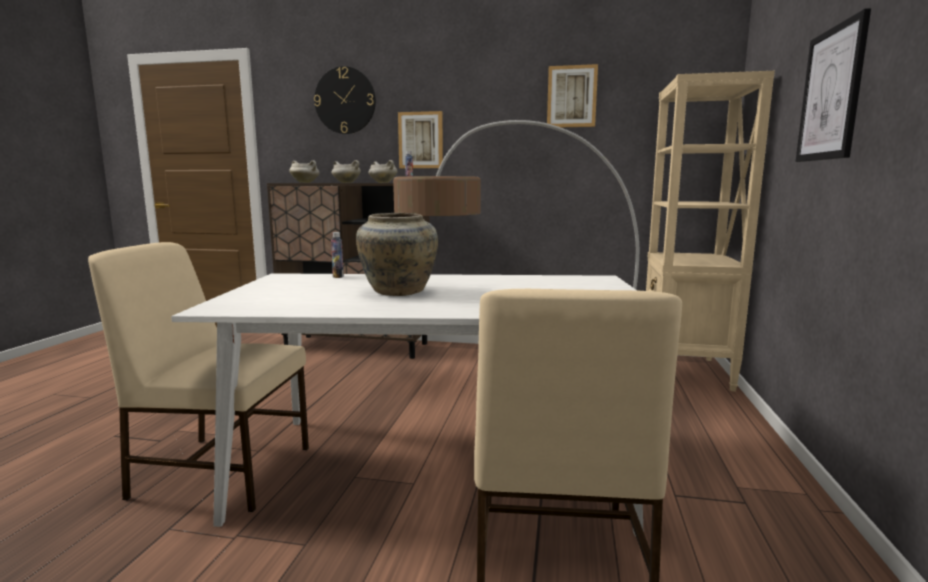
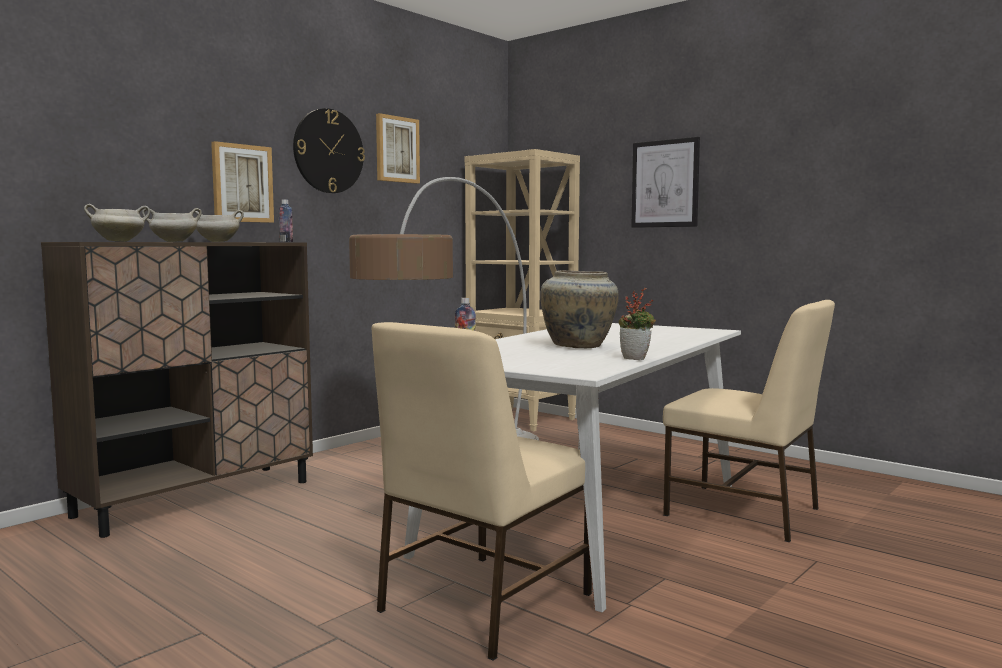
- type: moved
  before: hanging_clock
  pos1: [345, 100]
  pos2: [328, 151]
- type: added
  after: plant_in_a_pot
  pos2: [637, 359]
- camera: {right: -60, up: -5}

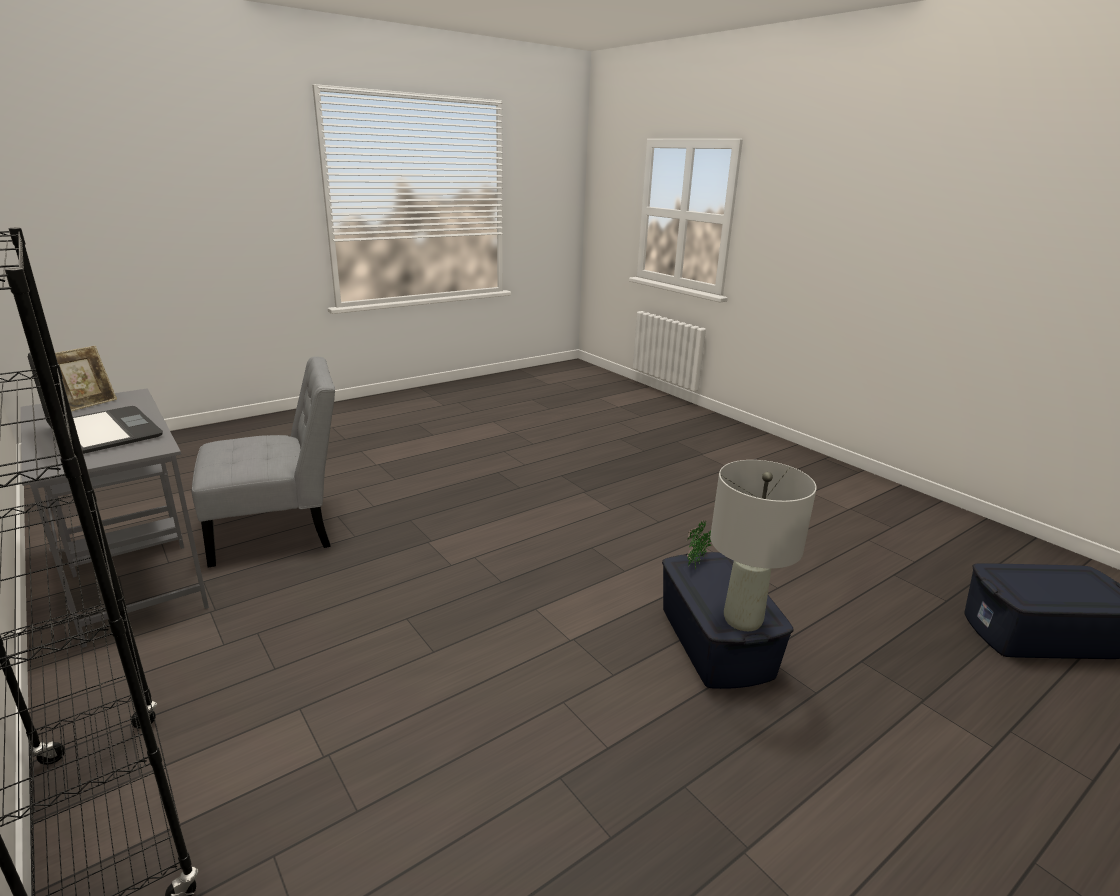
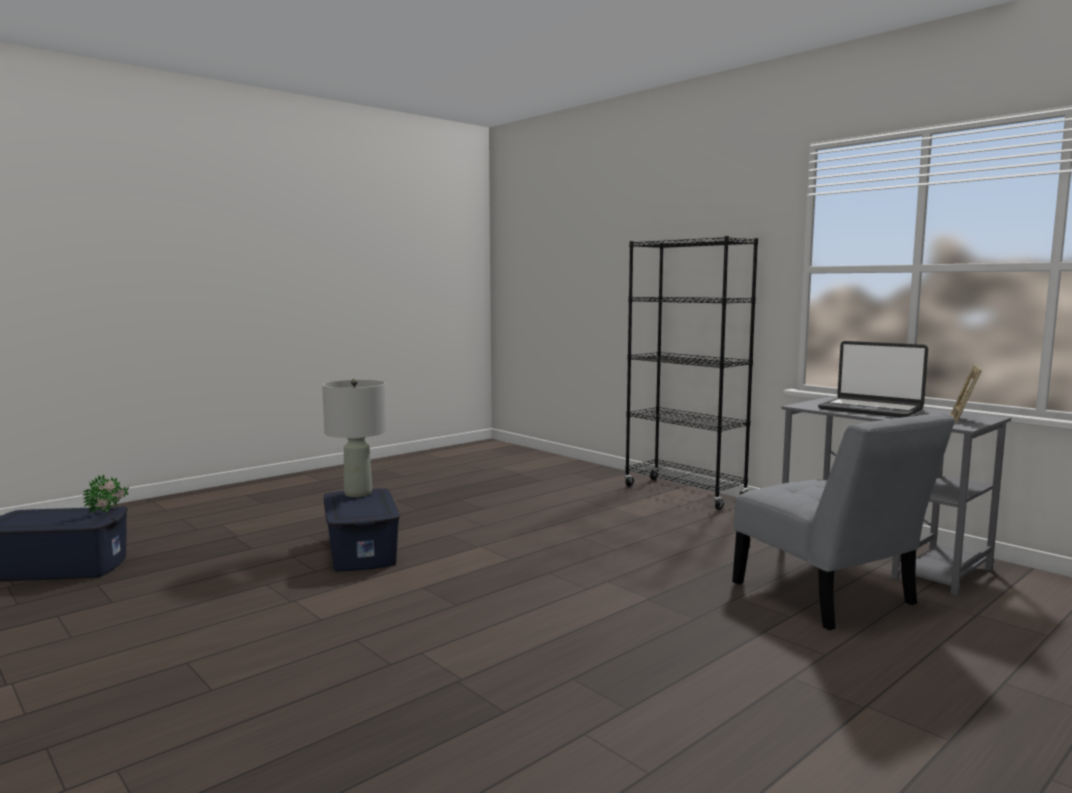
- type: turned
  before: gray_chair
  pos1: [280, 530]
  pos2: [829, 597]
  turn: -90
- type: moved
  before: plant_in_a_pot
  pos1: [694, 564]
  pos2: [109, 511]
- camera: {right: 175, up: -15}

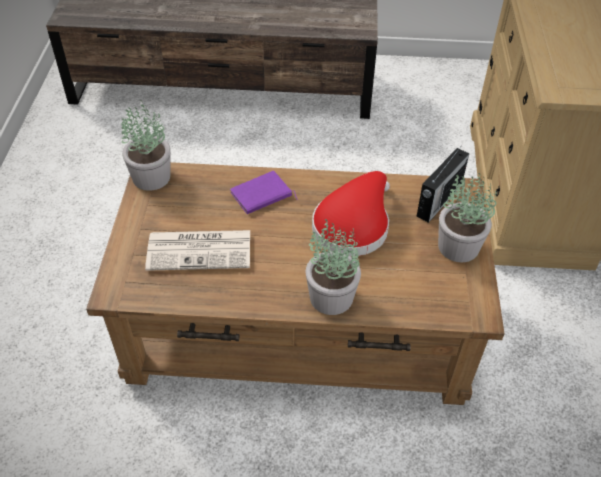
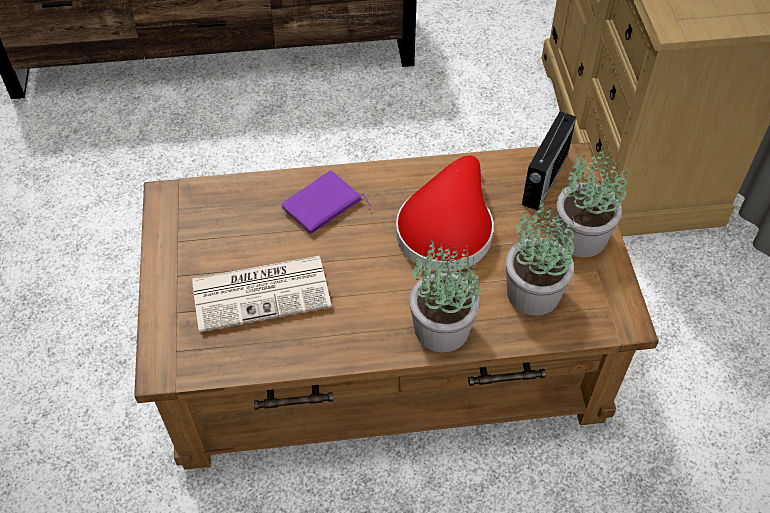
- type: moved
  before: plant_in_a_pot
  pos1: [150, 177]
  pos2: [532, 292]
- camera: {right: -10, up: 5}

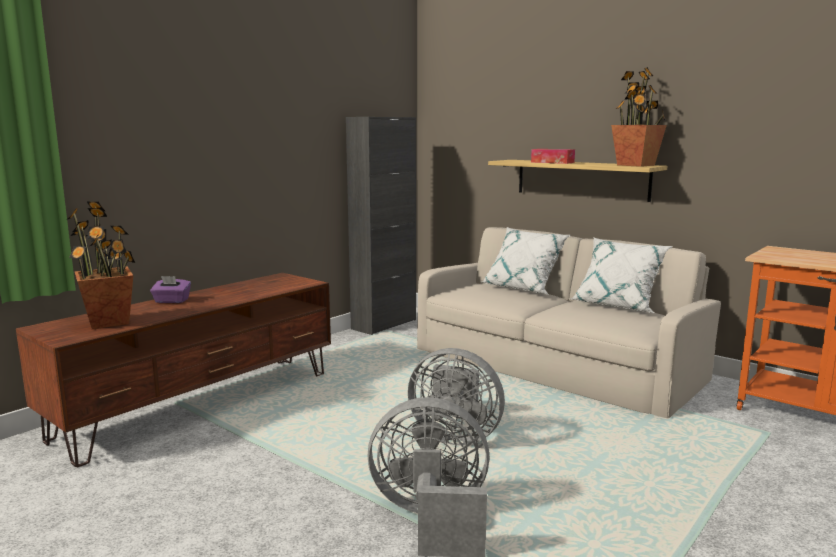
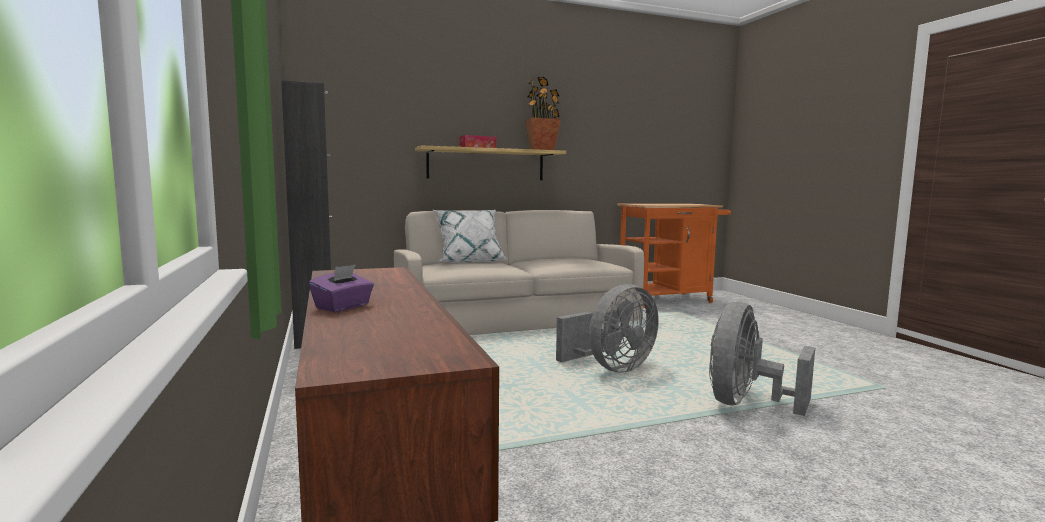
- type: removed
  before: plant_in_a_pot
  pos1: [109, 322]
- type: removed
  before: white-coloured_throw_pillow
  pos1: [618, 305]
- camera: {right: -60, up: -5}

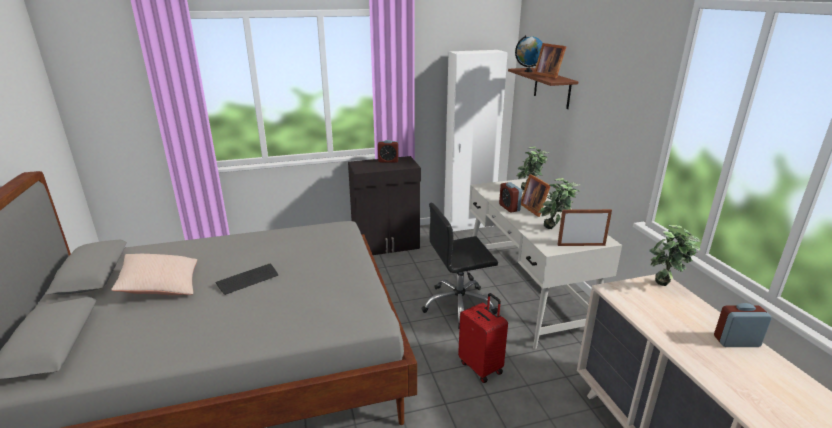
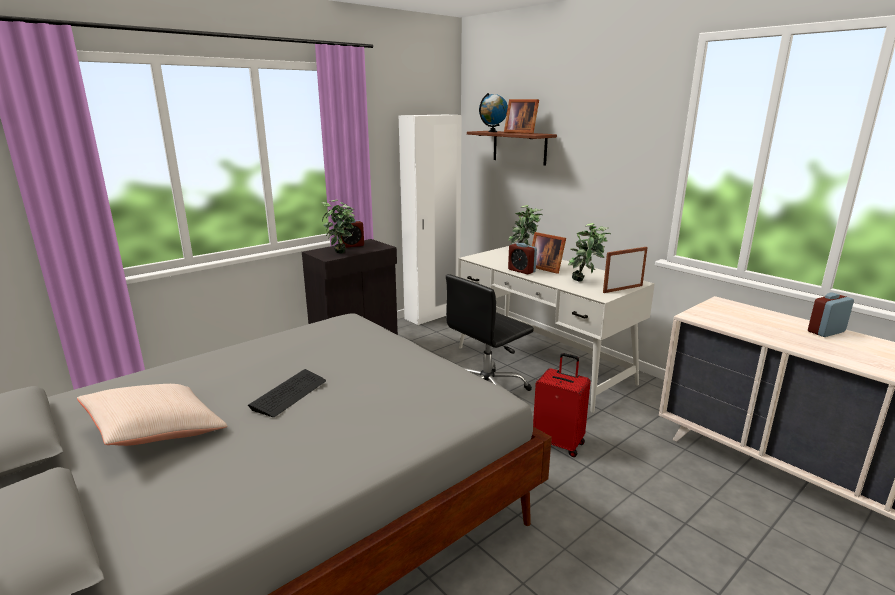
- type: moved
  before: plant_in_a_pot
  pos1: [665, 288]
  pos2: [341, 254]
- camera: {right: -25, up: -5}

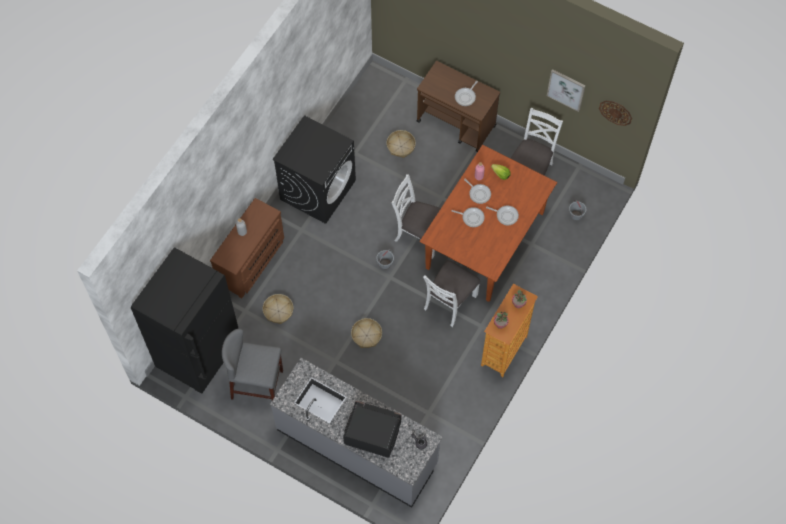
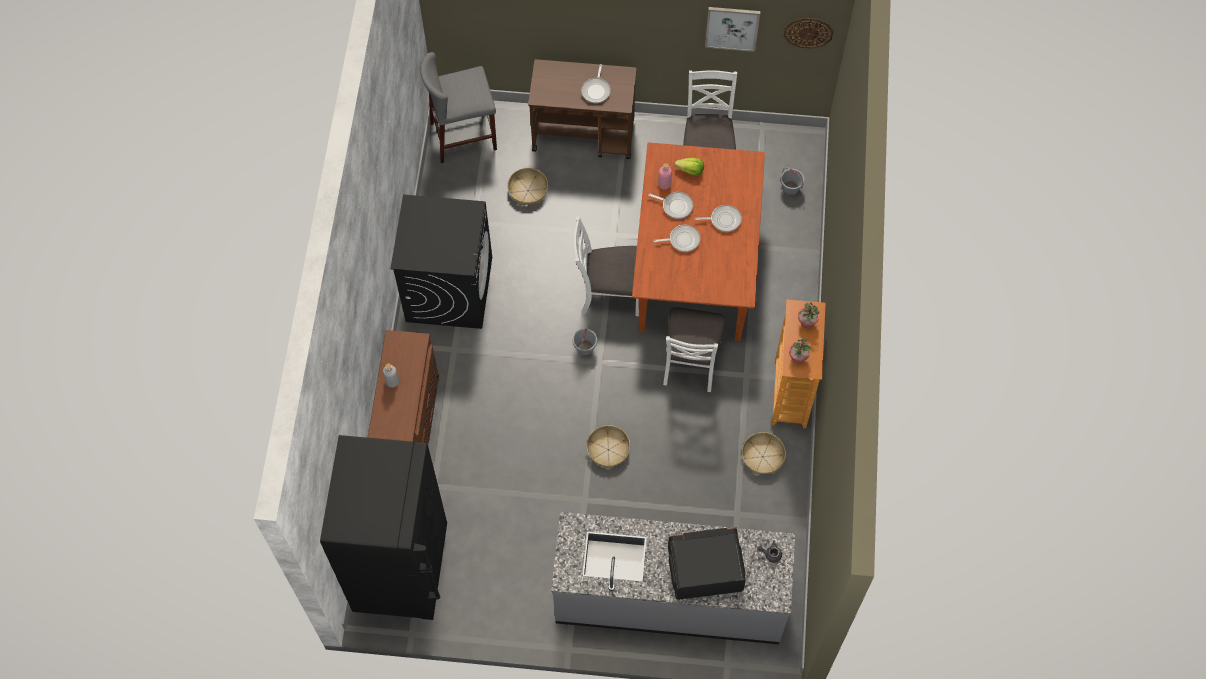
- type: moved
  before: storage_basket
  pos1: [278, 311]
  pos2: [762, 456]
- type: moved
  before: gray_sitting_stool
  pos1: [257, 384]
  pos2: [463, 136]
- camera: {right: -25, up: 0}

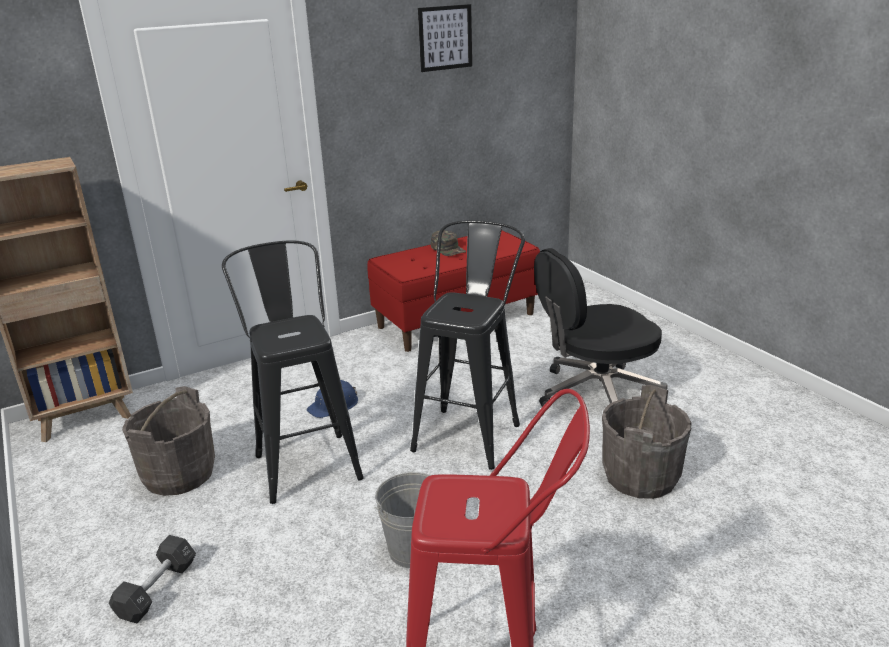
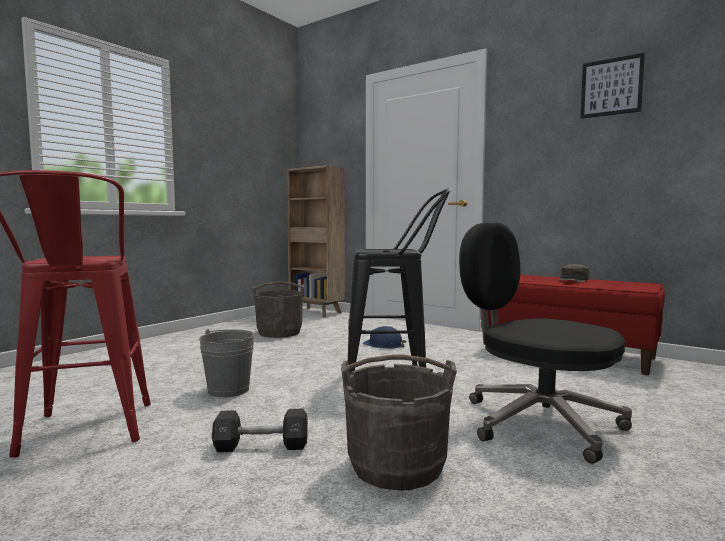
- type: removed
  before: black_sitting_stool
  pos1: [306, 460]
- type: moved
  before: black_hand_weight
  pos1: [157, 590]
  pos2: [261, 446]
- camera: {right: 65, up: -20}

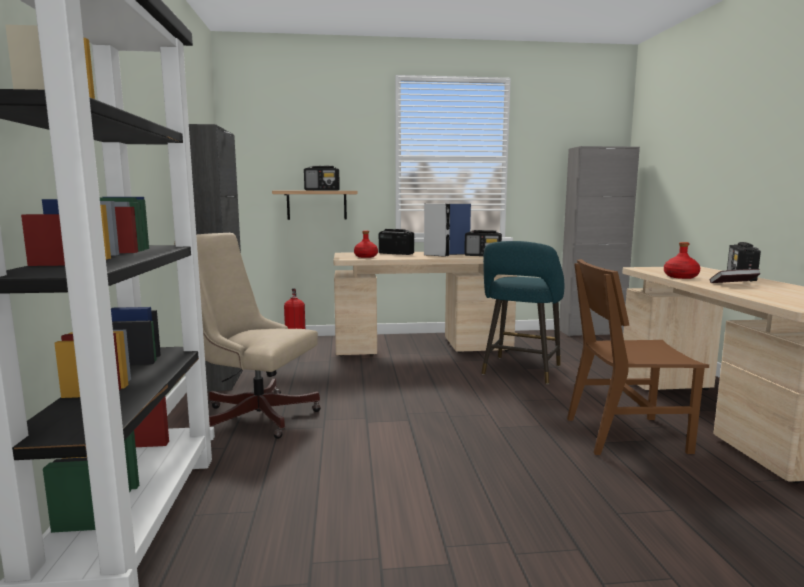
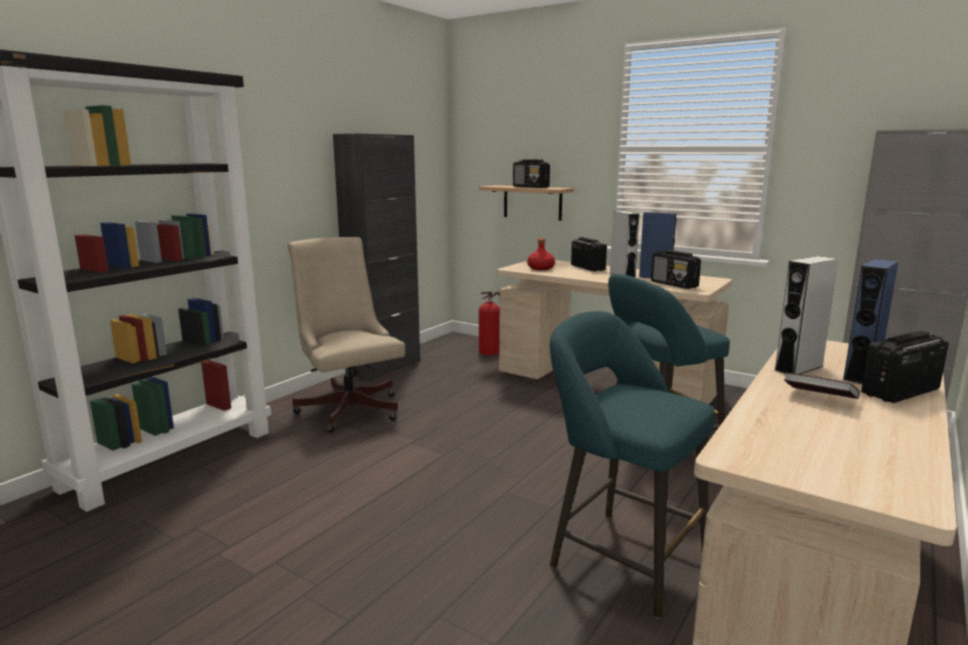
- type: replaced
  before: red_beverage_bottle
  after: gray_loudspeaker
  pos1: [681, 277]
  pos2: [798, 368]
- type: replaced
  before: brown_chair
  after: blue-green_sitting_stool
  pos1: [625, 435]
  pos2: [621, 557]
- type: added
  after: blue-coloured_loudspeaker
  pos2: [861, 375]
- camera: {right: 40, up: 5}

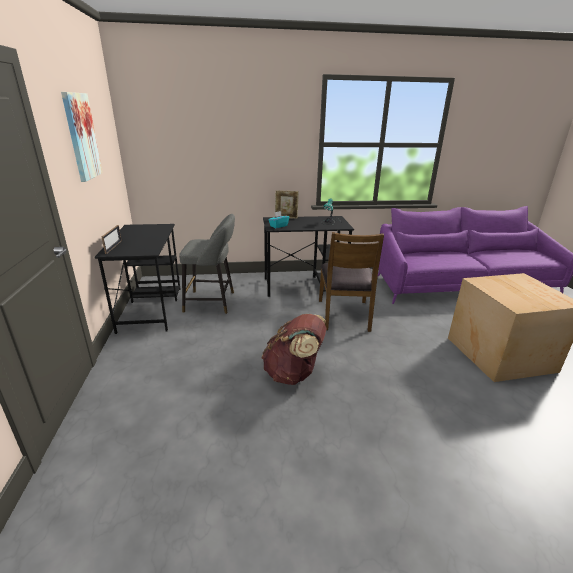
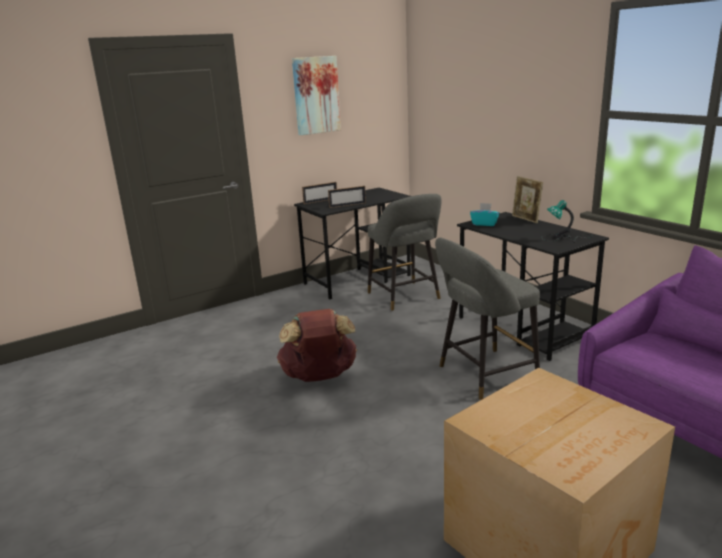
- type: replaced
  before: brown_chair
  after: gray_sitting_stool
  pos1: [344, 315]
  pos2: [483, 375]
- type: added
  after: standing_frame
  pos2: [347, 205]
- camera: {right: 65, up: -5}

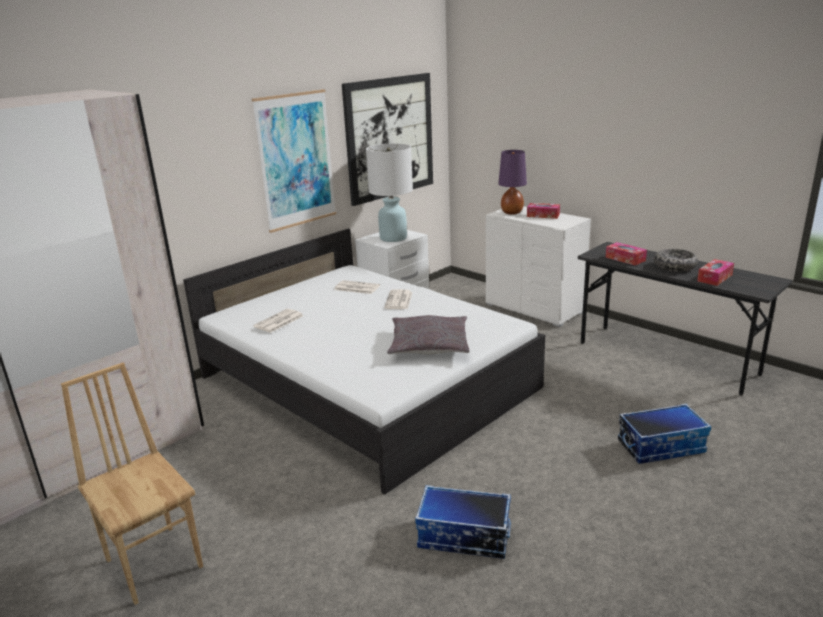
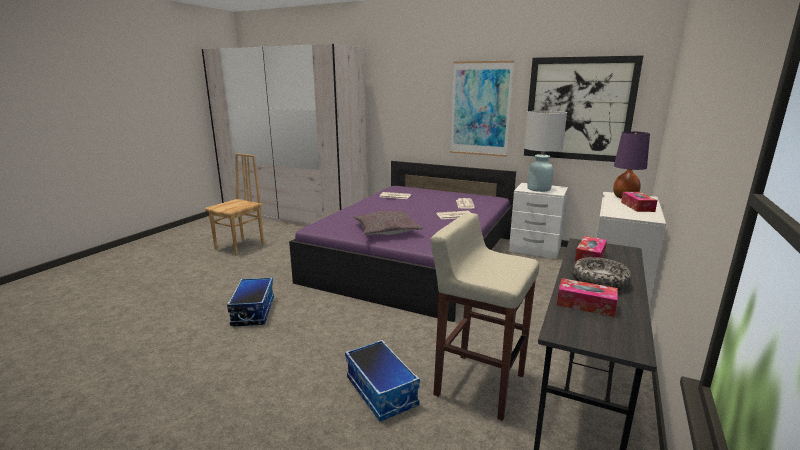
- type: recoloured
  before: white-coloured_bedroom_bed
  after: purplish_bedroom_bed
  pos1: [365, 382]
  pos2: [414, 258]
- type: added
  after: beige-coloured_sitting_stool
  pos2: [478, 384]
- camera: {right: 70, up: -5}

